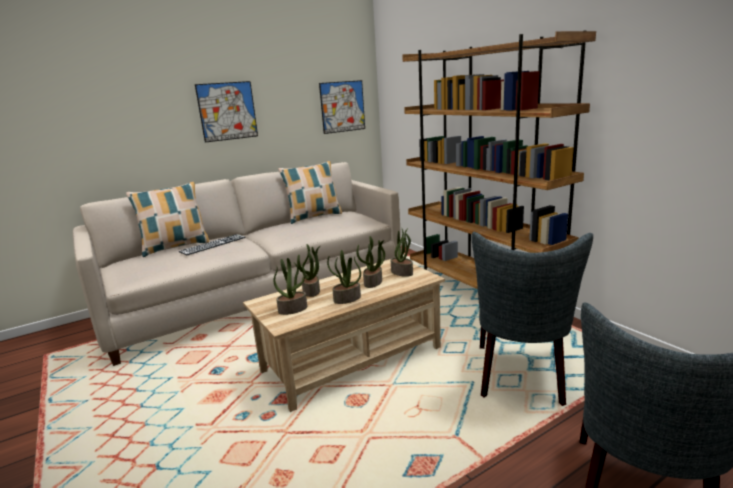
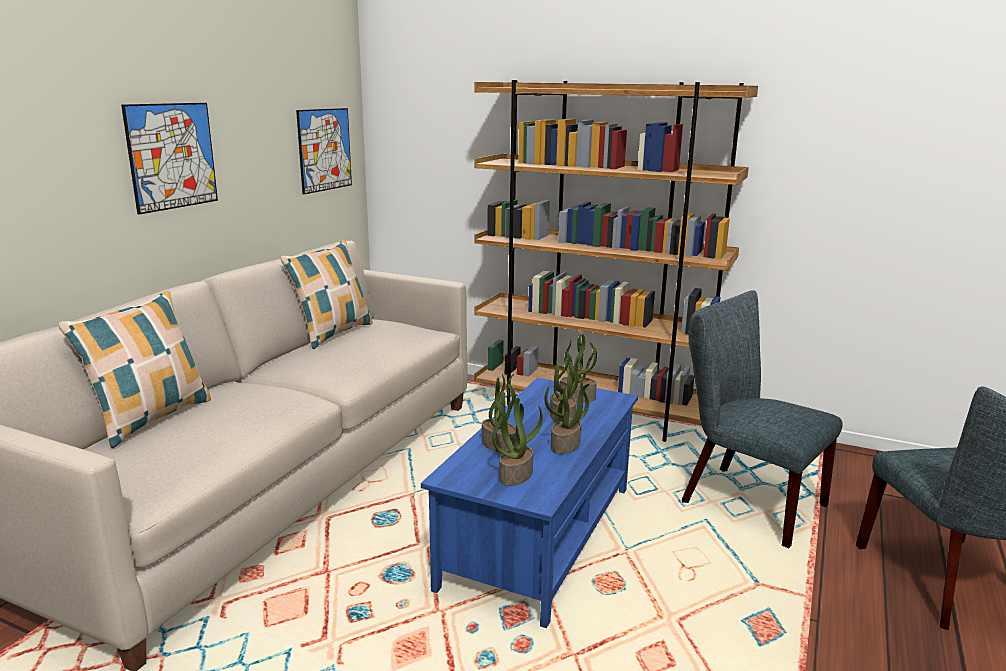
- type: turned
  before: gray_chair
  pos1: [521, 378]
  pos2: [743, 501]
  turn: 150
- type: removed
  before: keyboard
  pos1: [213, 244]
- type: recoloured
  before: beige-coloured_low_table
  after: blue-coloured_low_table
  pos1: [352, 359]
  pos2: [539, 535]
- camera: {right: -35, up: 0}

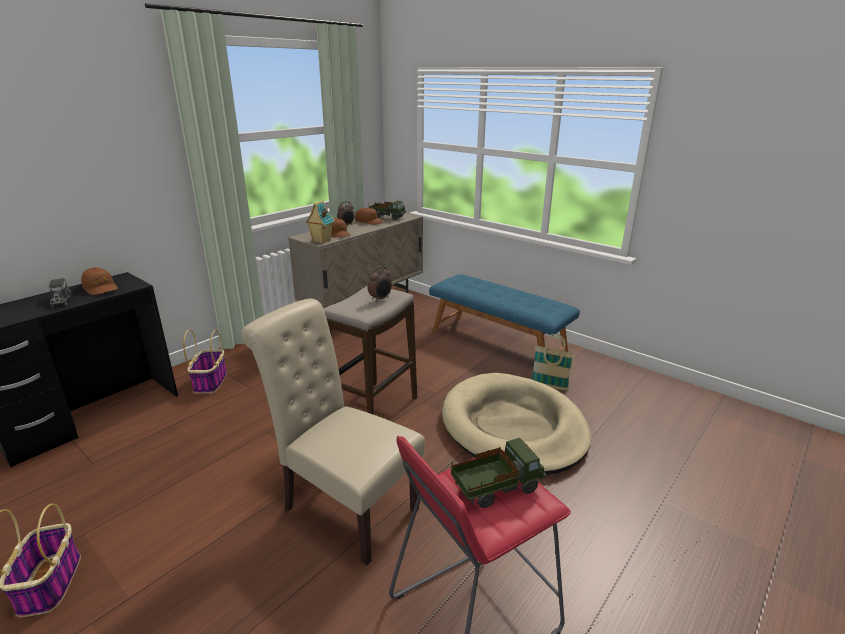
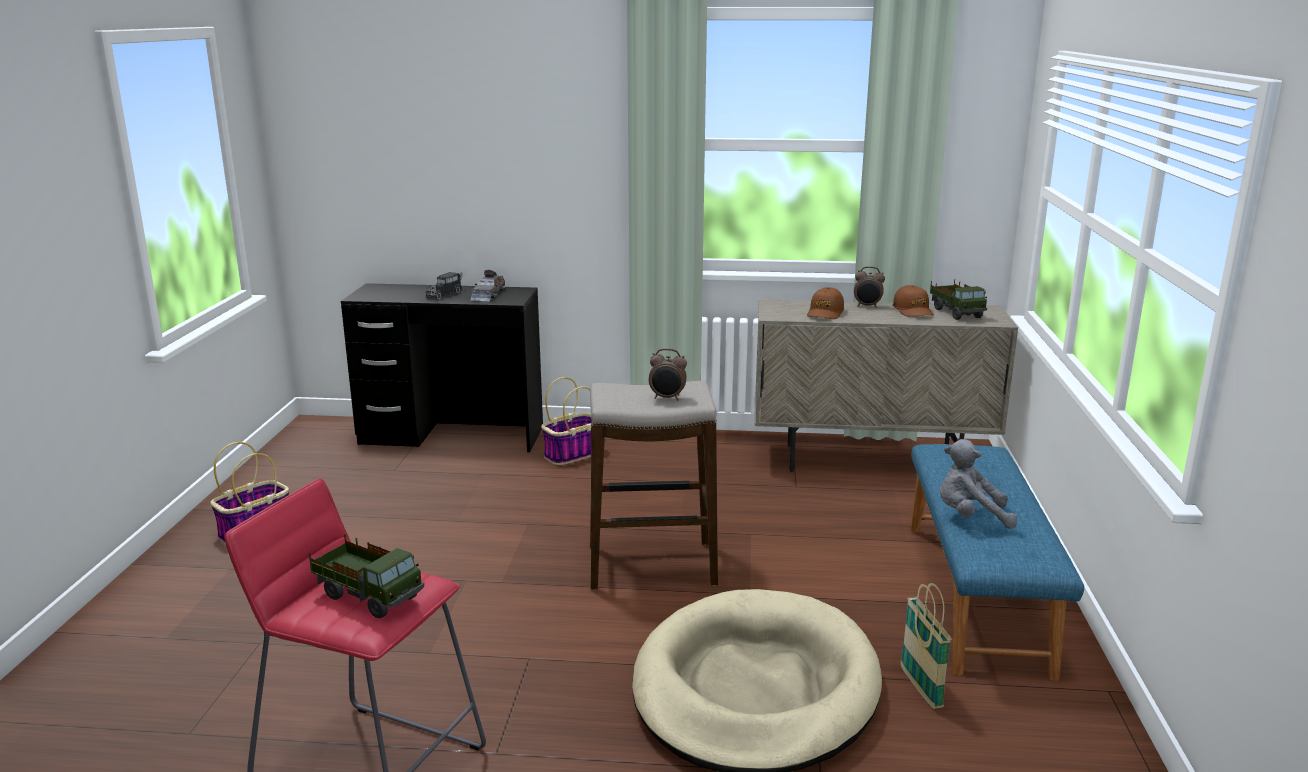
- type: removed
  before: miniature_house
  pos1: [321, 241]
- type: replaced
  before: brown_baseball_cap
  after: gray_model_car
  pos1: [100, 288]
  pos2: [488, 294]
- type: removed
  before: beige-coloured_chair
  pos1: [344, 506]
- type: added
  after: gray_plush_toy
  pos2: [970, 517]
- camera: {right: 55, up: -5}

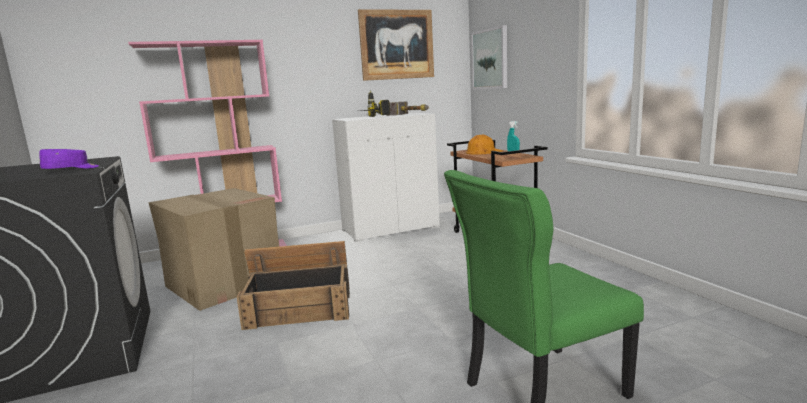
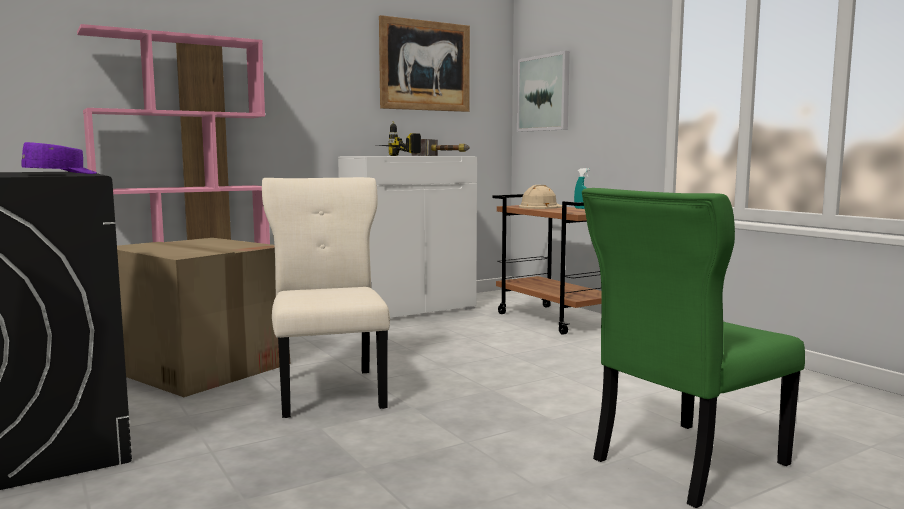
- type: recoloured
  before: orange_work_helmet
  after: beige-coloured_work_helmet
  pos1: [483, 151]
  pos2: [541, 207]
- type: replaced
  before: crate
  after: beige-coloured_chair
  pos1: [300, 306]
  pos2: [330, 390]
- camera: {right: -10, up: -5}

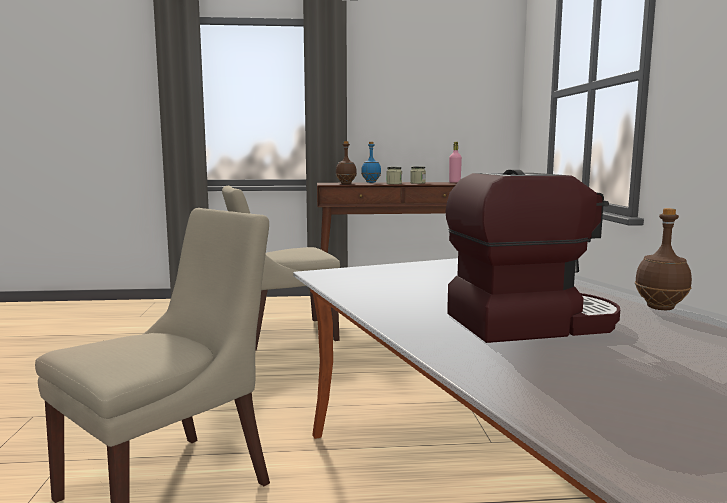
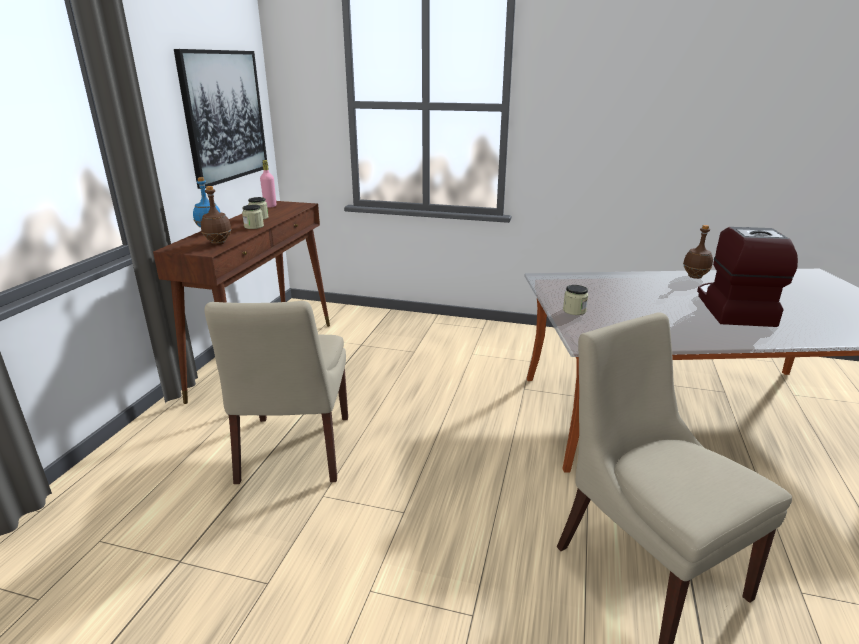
- type: added
  after: wall_art
  pos2: [224, 116]
- type: added
  after: storage_jar
  pos2: [574, 310]
- camera: {right: -70, up: 15}

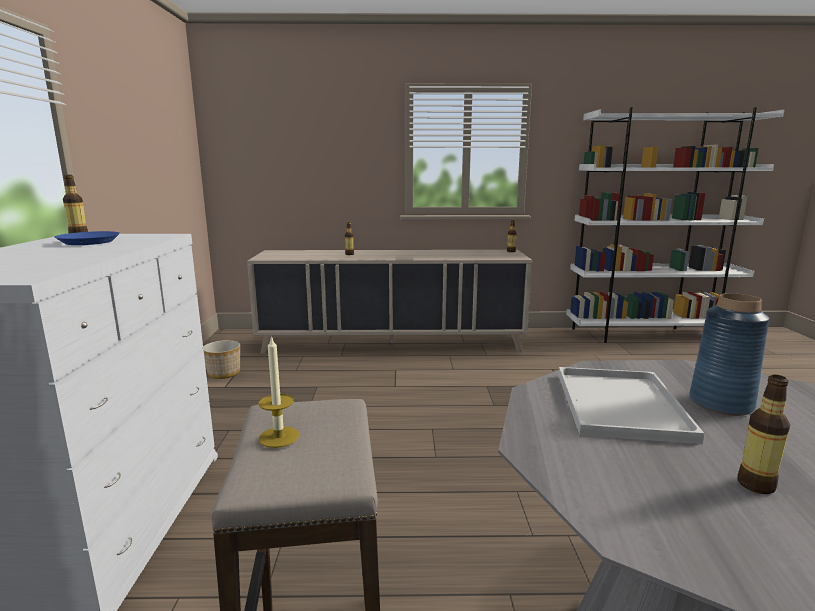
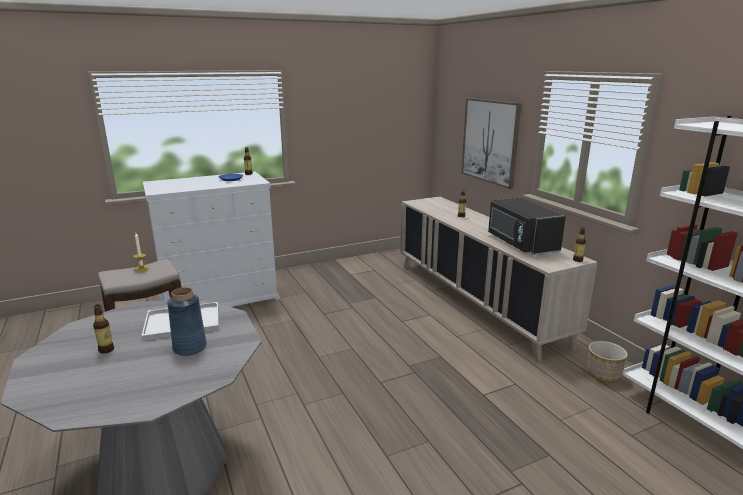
- type: moved
  before: plant_pot
  pos1: [223, 373]
  pos2: [603, 374]
- type: added
  after: wall_art
  pos2: [490, 141]
- type: added
  after: black_kitchen_microwave
  pos2: [520, 243]
- camera: {right: 65, up: 5}

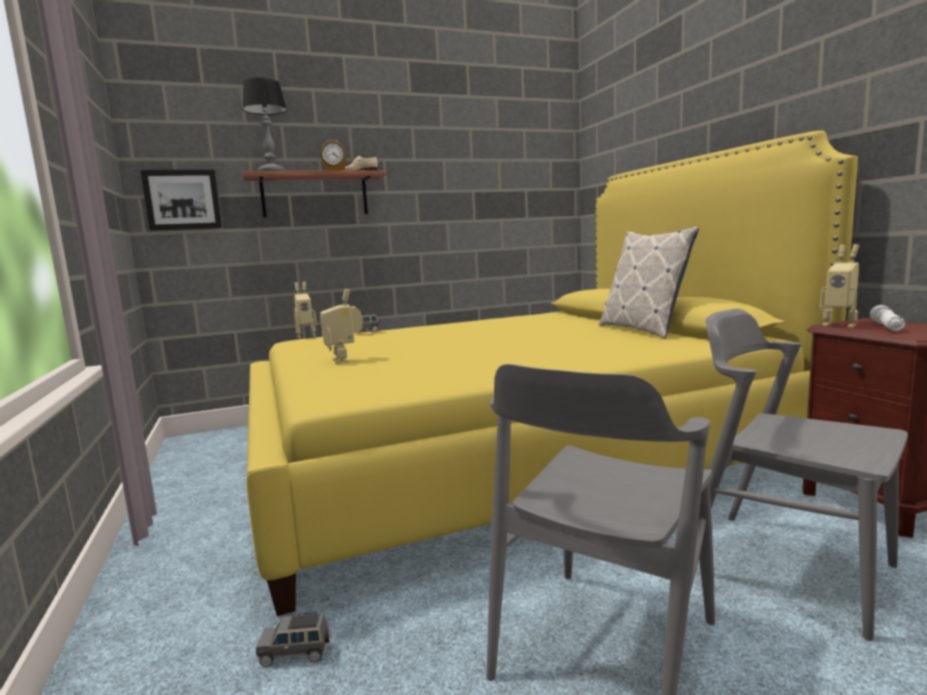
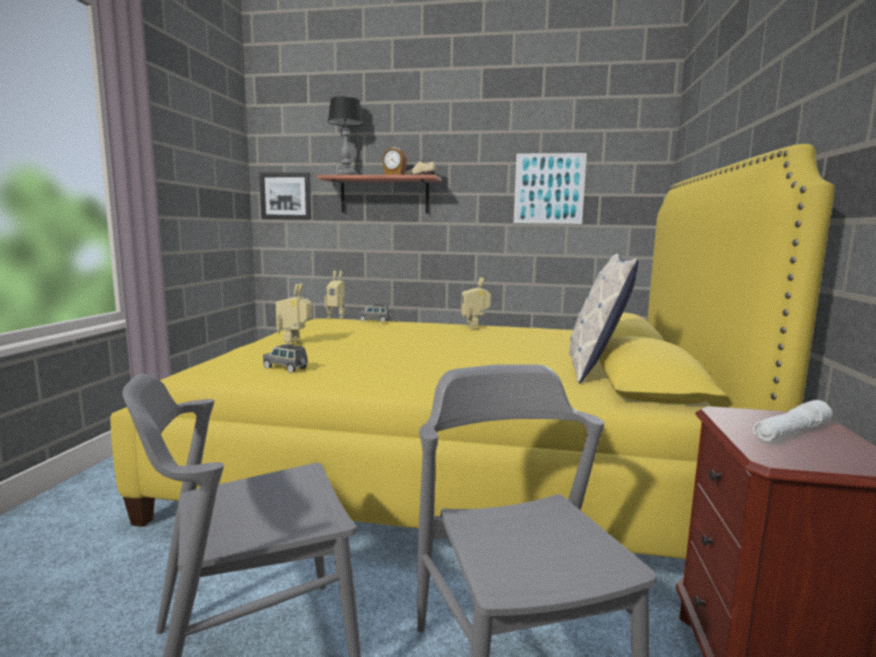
- type: moved
  before: model_robot
  pos1: [840, 325]
  pos2: [475, 327]
- type: moved
  before: gray_model_car
  pos1: [296, 653]
  pos2: [286, 368]
- type: added
  after: wall_art
  pos2: [549, 188]
- camera: {right: 30, up: 0}

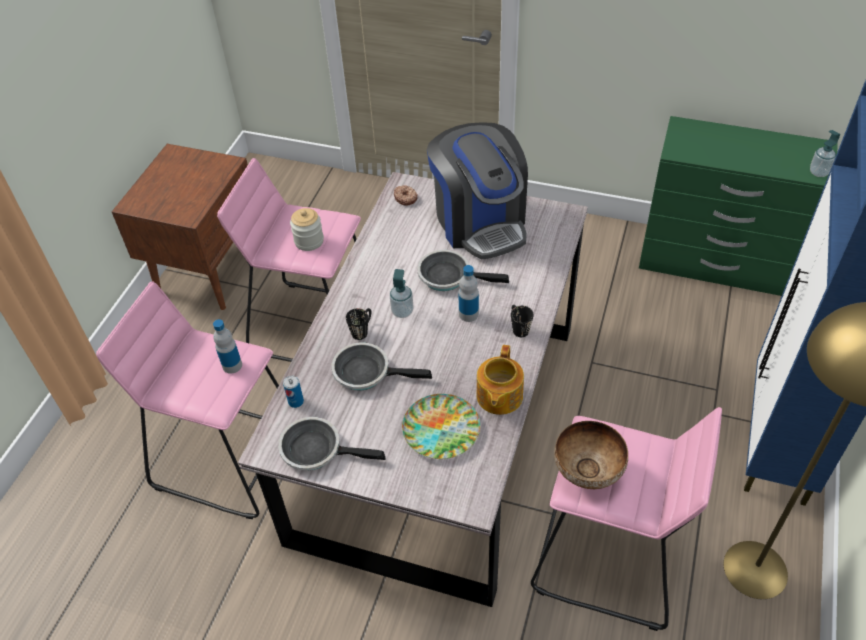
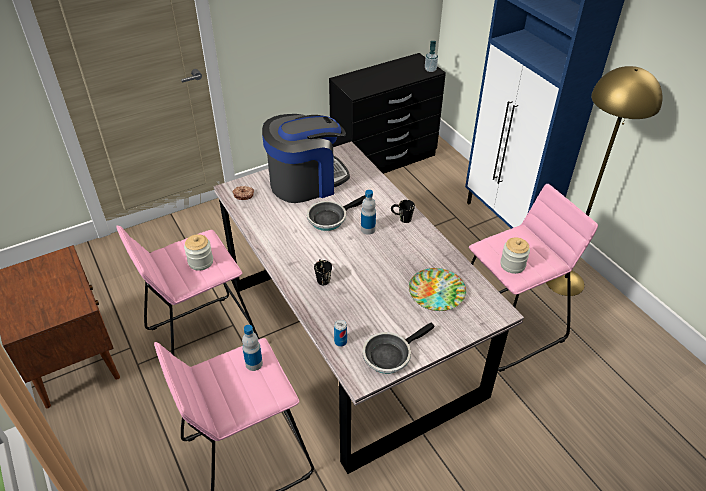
- type: recoloured
  before: green_drawer_chest
  after: black_drawer_chest
  pos1: [717, 263]
  pos2: [384, 159]
- type: turned
  before: coffee_machine
  pos1: [480, 222]
  pos2: [306, 181]
  turn: -45
- type: removed
  before: soap_bottle
  pos1: [402, 311]
- type: removed
  before: frying_pan
  pos1: [367, 372]
- type: removed
  before: teapot
  pos1: [498, 396]
- type: replaced
  before: deep_dish
  after: storage_jar
  pos1: [588, 473]
  pos2: [512, 265]
- camera: {right: -50, up: -5}

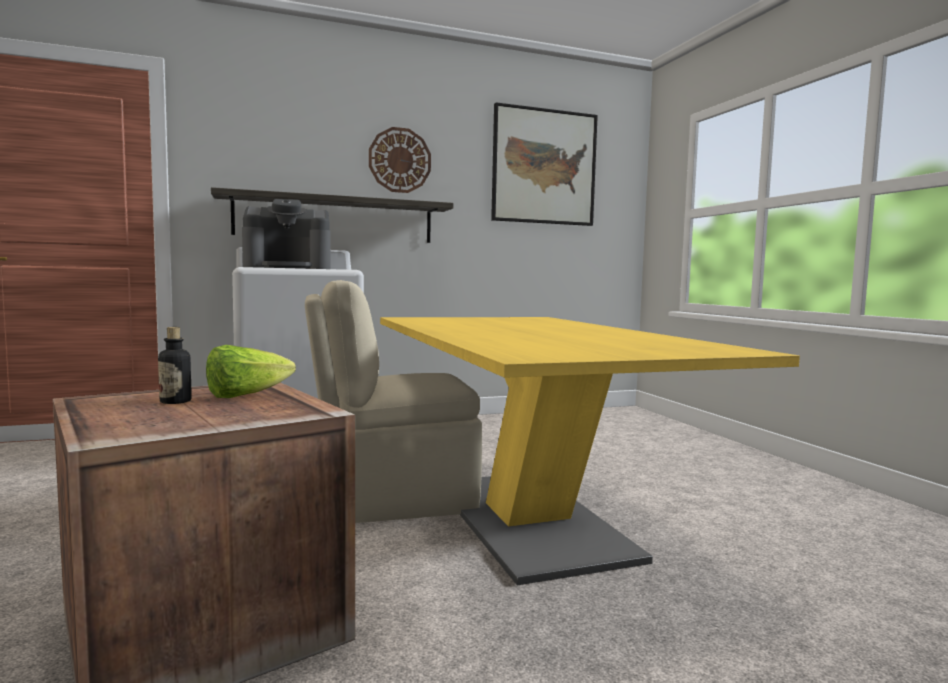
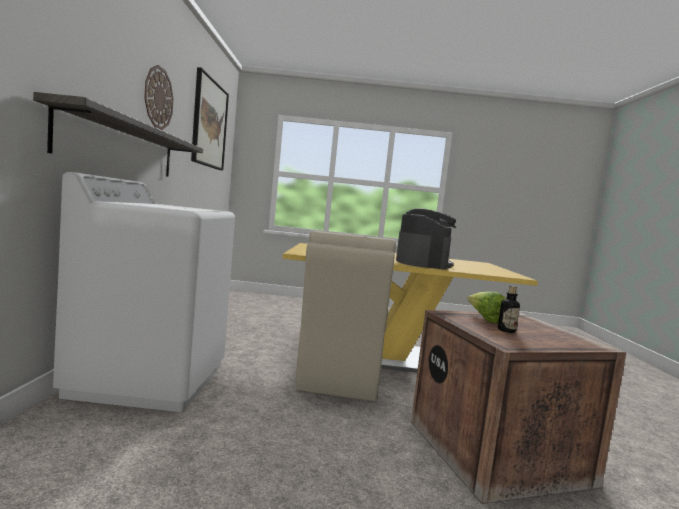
- type: moved
  before: coffee_machine
  pos1: [288, 268]
  pos2: [422, 263]
- camera: {right: -70, up: 0}

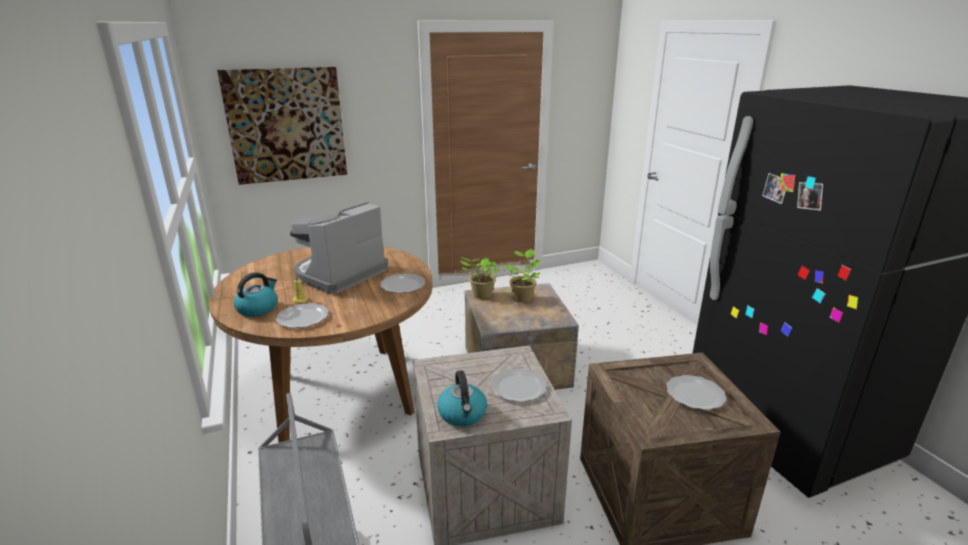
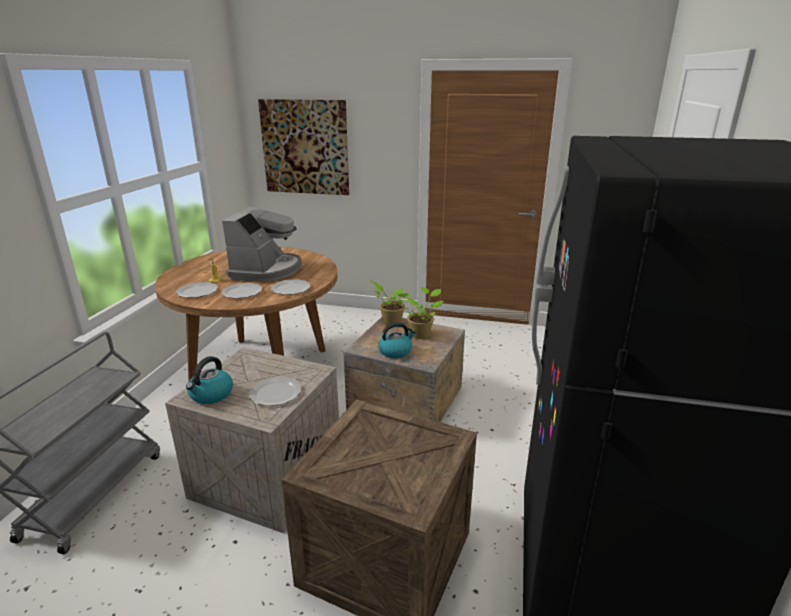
- type: turned
  before: coffee_machine
  pos1: [339, 274]
  pos2: [266, 270]
  turn: 120
- type: moved
  before: tea_kettle
  pos1: [258, 308]
  pos2: [395, 351]
- type: moved
  before: plate
  pos1: [694, 395]
  pos2: [241, 292]
- camera: {right: 35, up: 0}

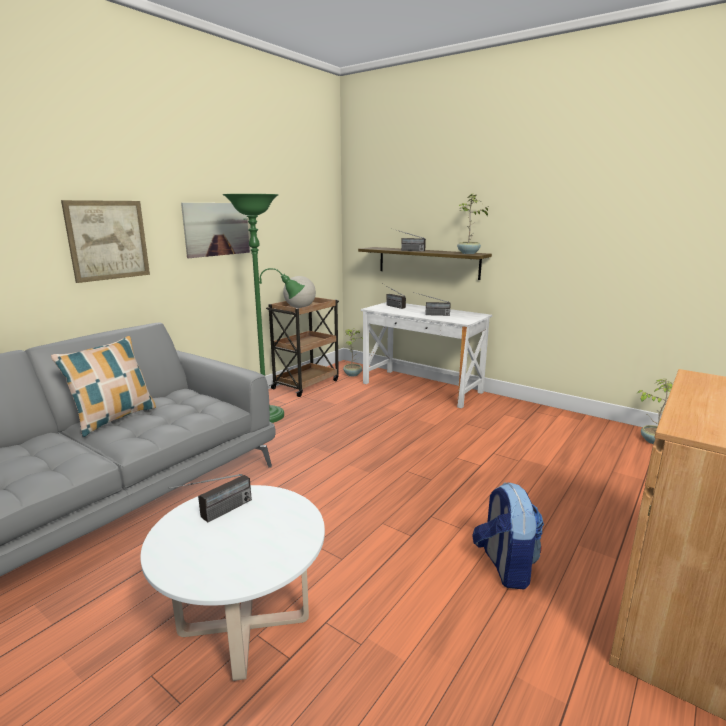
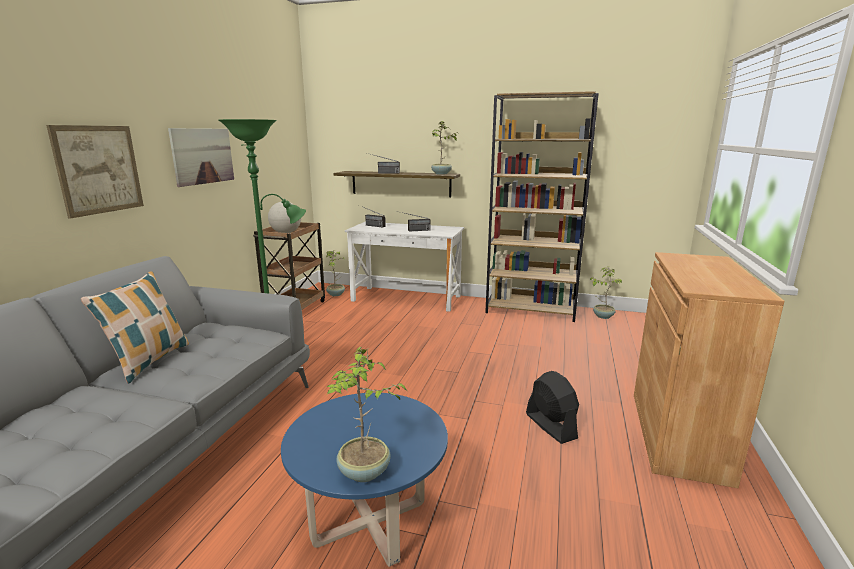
- type: removed
  before: radio_set
  pos1: [215, 515]
- type: replaced
  before: rucksack
  after: black_fan
  pos1: [504, 566]
  pos2: [550, 426]
- type: recoloured
  before: white-coloured_low_table
  after: blue-coloured_low_table
  pos1: [245, 625]
  pos2: [369, 522]
- type: added
  after: brown_shelving_unit
  pos2: [531, 309]
- type: added
  after: plant_in_a_pot
  pos2: [364, 473]
- camera: {right: -20, up: 0}

